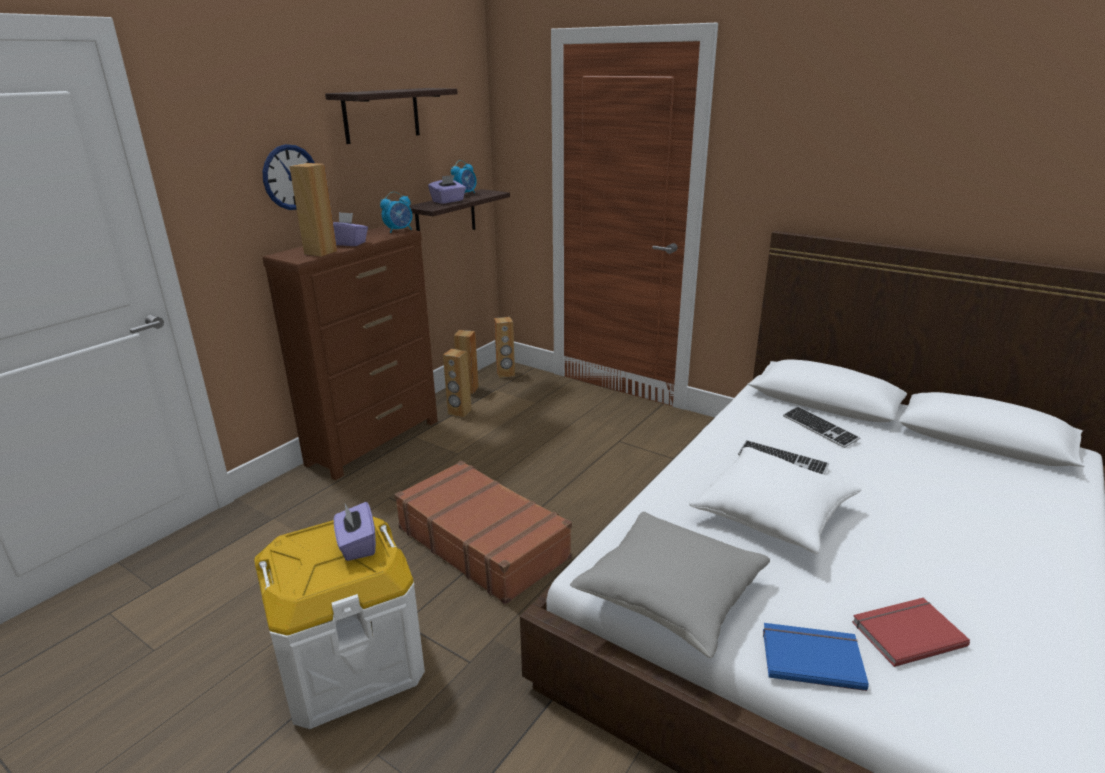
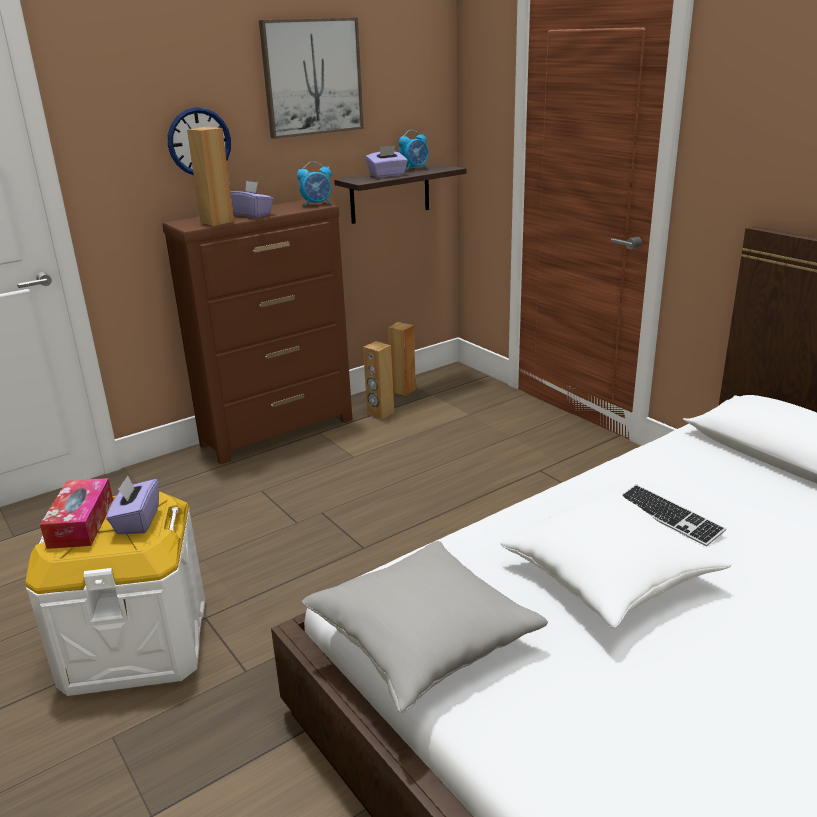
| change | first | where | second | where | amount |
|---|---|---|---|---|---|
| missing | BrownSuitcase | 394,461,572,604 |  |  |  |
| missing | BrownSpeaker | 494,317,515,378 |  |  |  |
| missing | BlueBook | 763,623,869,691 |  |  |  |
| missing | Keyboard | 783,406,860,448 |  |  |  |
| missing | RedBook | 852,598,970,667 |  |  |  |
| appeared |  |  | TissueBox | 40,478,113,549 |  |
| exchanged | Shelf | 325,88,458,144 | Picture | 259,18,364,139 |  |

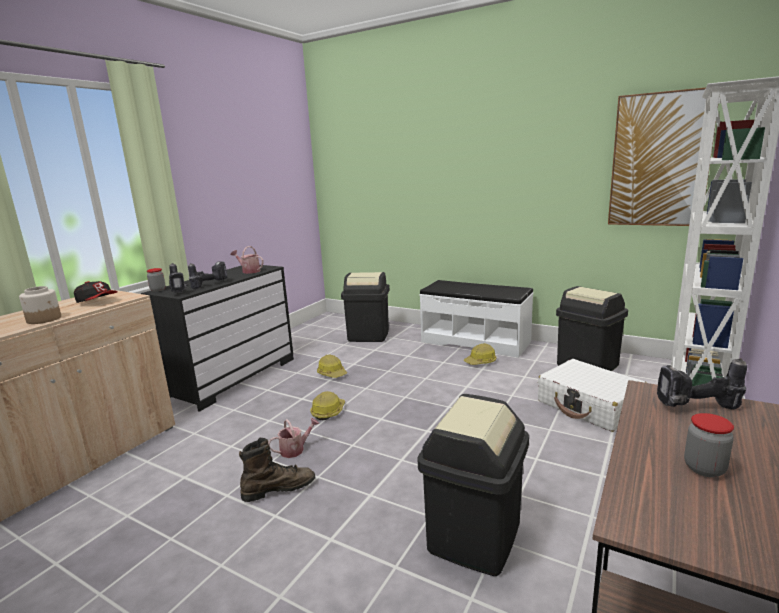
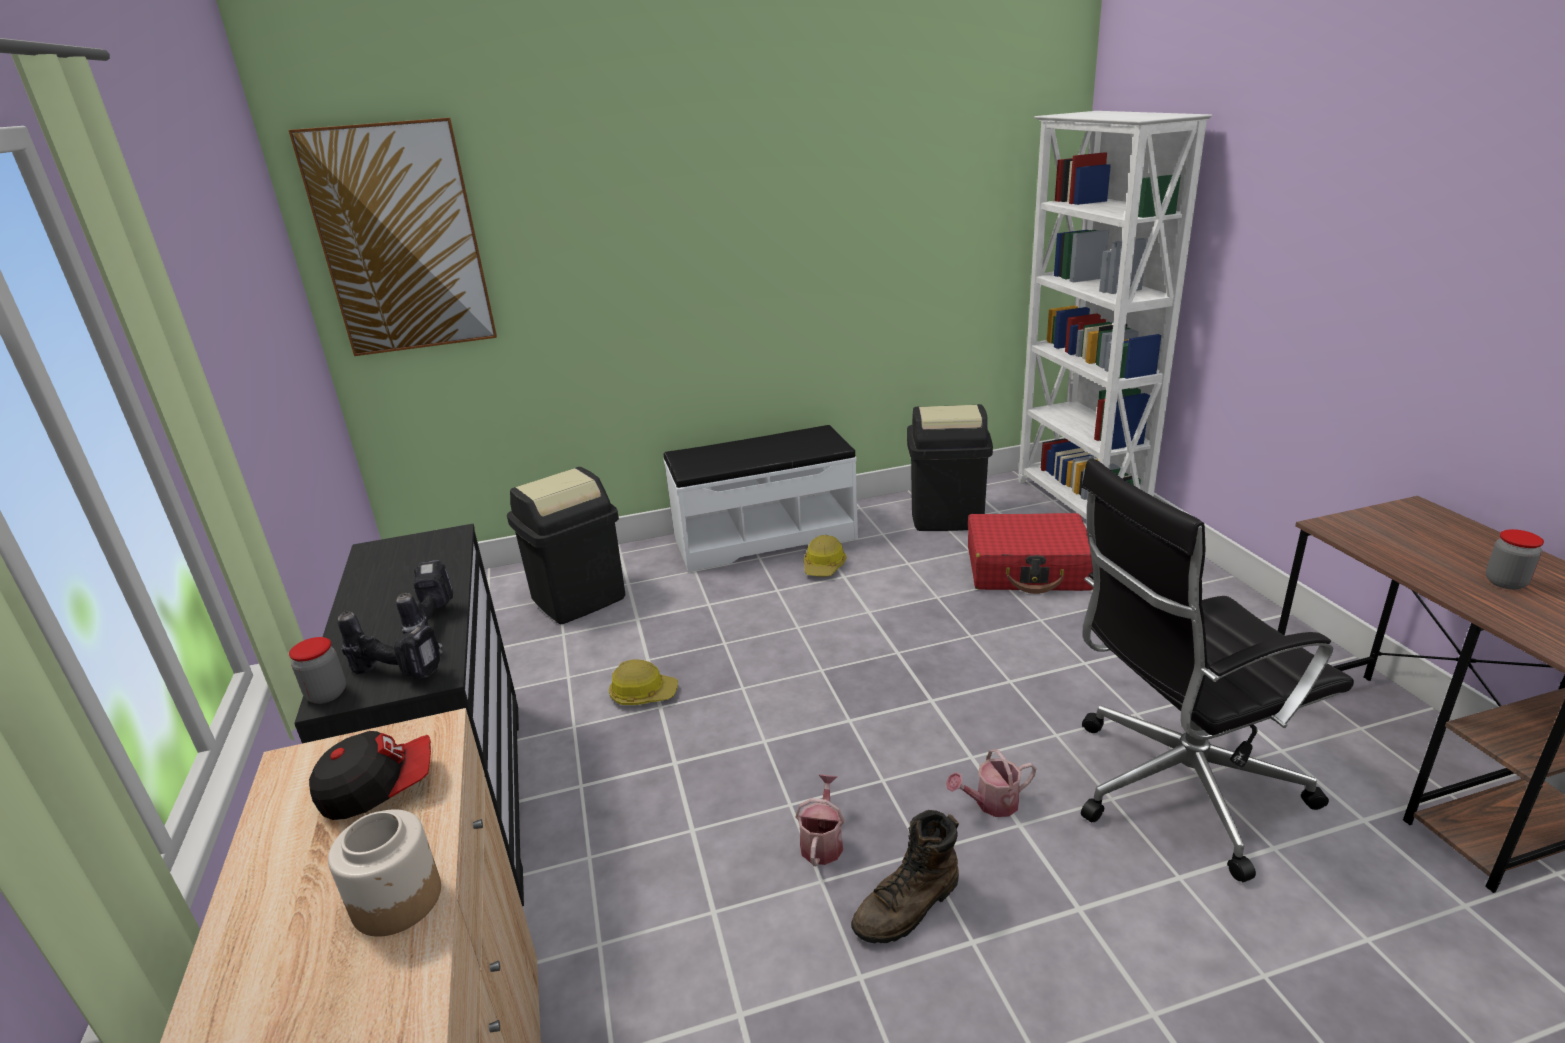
| change | first | where | second | where | amount |
|---|---|---|---|---|---|
| missing | HardHat | 310,391,345,420 |  |  |  |
| missing | PowerDrill | 657,358,747,410 |  |  |  |
| relocated | WateringCan | 231,246,264,274 |  | 946,749,1036,817 |  |
| relocated | Picture | 608,87,716,226 |  | 288,118,497,356 |  |
| exchanged | BlackTrashCan | 417,394,529,576 | BlackOfficeChair | 1081,458,1354,882 |  |
| colour | WhiteSuitcase | 538,359,647,432 | RedSuitcase | 968,513,1093,594 |  |
| spun | BrownBoot | 239,438,315,502 |  | 851,810,959,944 | 150 degrees counterclockwise |

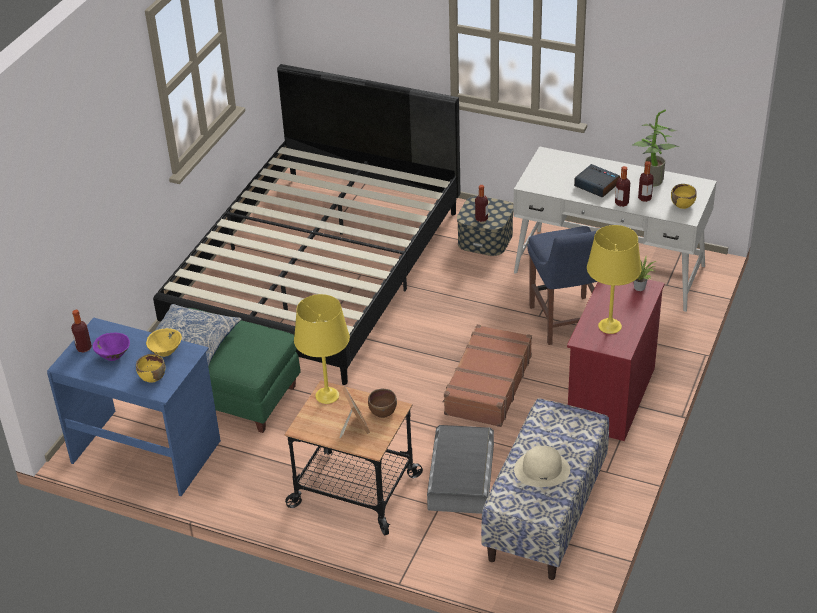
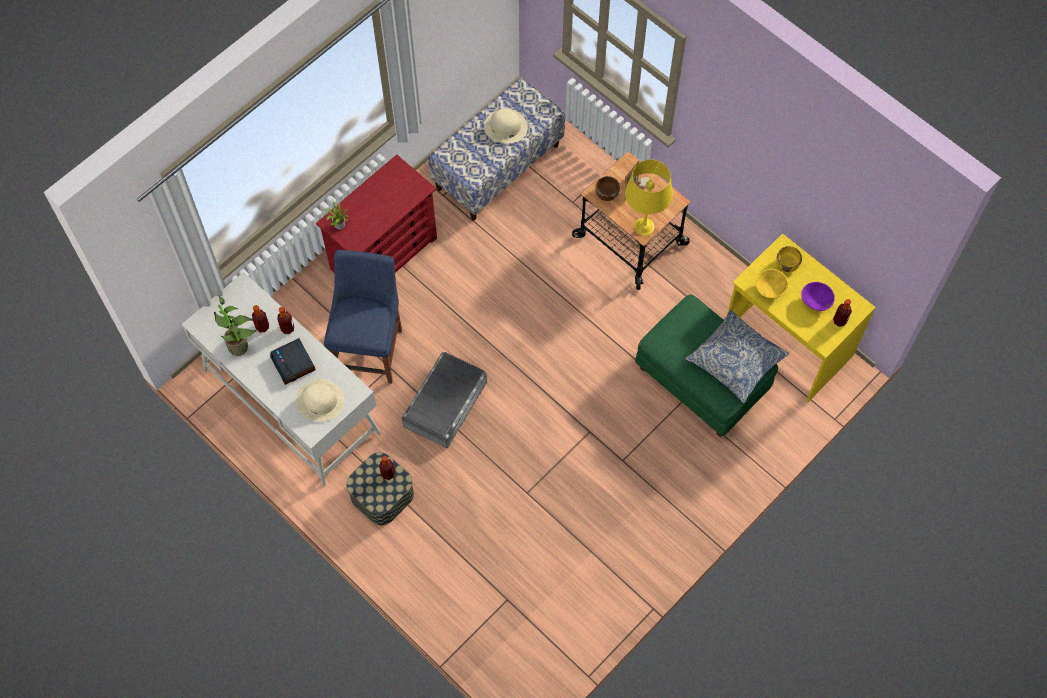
| change | first | where | second | where | amount |
|---|---|---|---|---|---|
| missing | BlackBed | 153,64,460,385 |  |  |  |
| missing | BrownSuitcase | 442,324,532,427 |  |  |  |
| missing | YellowTableLamp | 587,225,641,334 |  |  |  |
| missing | YellowBowl | 671,184,697,209 |  |  |  |
| appeared |  |  | BeigeHat | 295,379,345,421 |  |
| relocated | GreyStorageBox | 427,425,494,514 |  | 402,352,487,448 |  |
| colour | BlueDesk | 47,318,221,496 | YellowDesk | 727,234,876,403 |  |

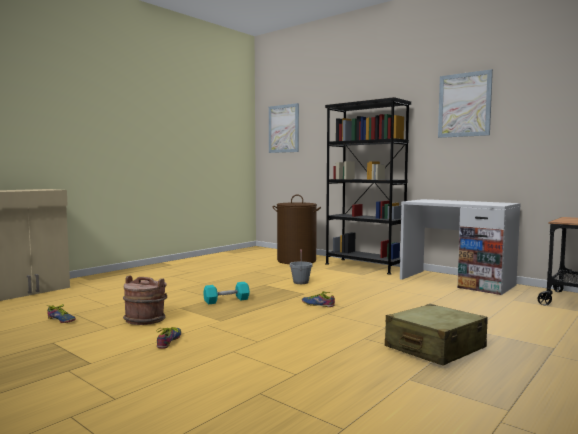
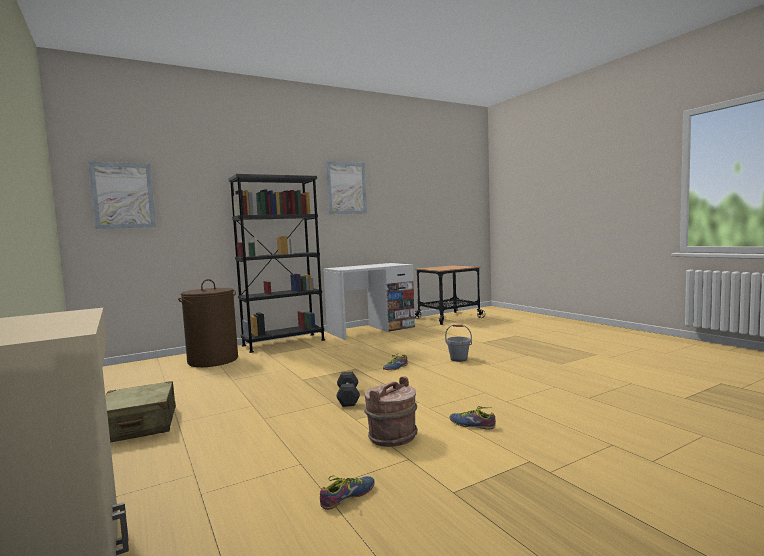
| change | first | where | second | where | amount |
|---|---|---|---|---|---|
| relocated | GreyBucket | 290,249,312,284 |  | 445,325,472,362 |  |
| relocated | BeigeSuitcase | 385,304,488,366 |  | 105,381,176,442 |  |
| colour | TurquoiseDumbbell | 203,282,250,305 | GreyDumbbell | 336,372,360,407 |  |

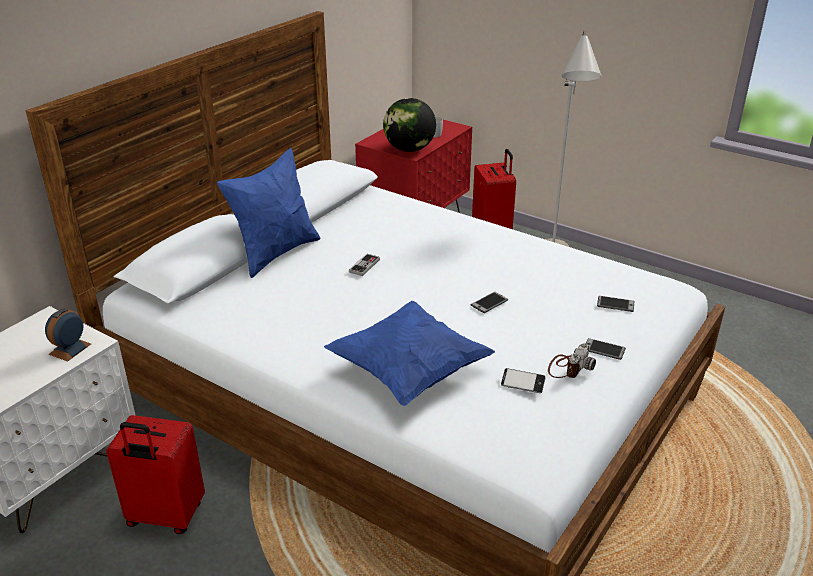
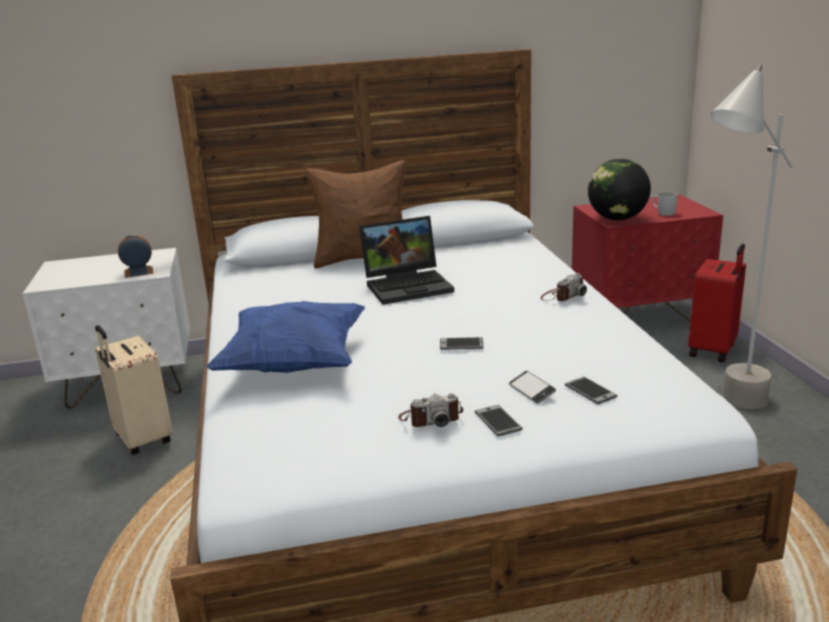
| change | first | where | second | where | amount |
|---|---|---|---|---|---|
| appeared |  |  | PhotoCamera | 540,273,587,301 |  |
| relocated | Phone | 501,368,546,393 |  | 509,371,556,404 |  |
| exchanged | GameController | 349,254,380,276 | Laptop | 359,216,454,305 |  |
| colour | RedSuitcase | 106,415,205,534 | BeigeSuitcase | 95,325,173,455 |  |
| colour | BluePillow | 217,148,320,278 | BrownPillow | 305,160,406,269 |  |

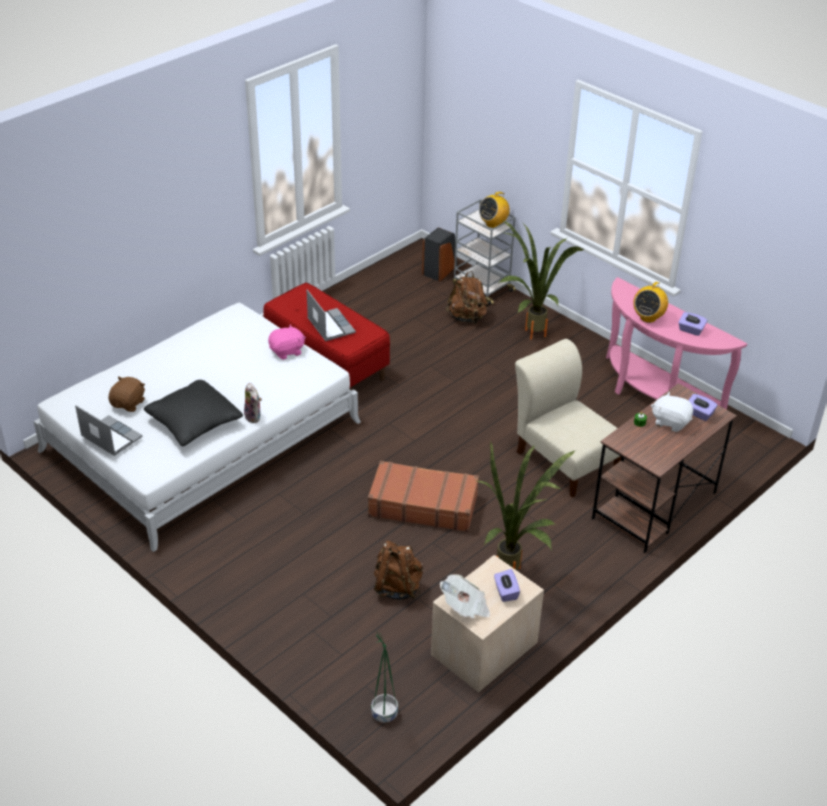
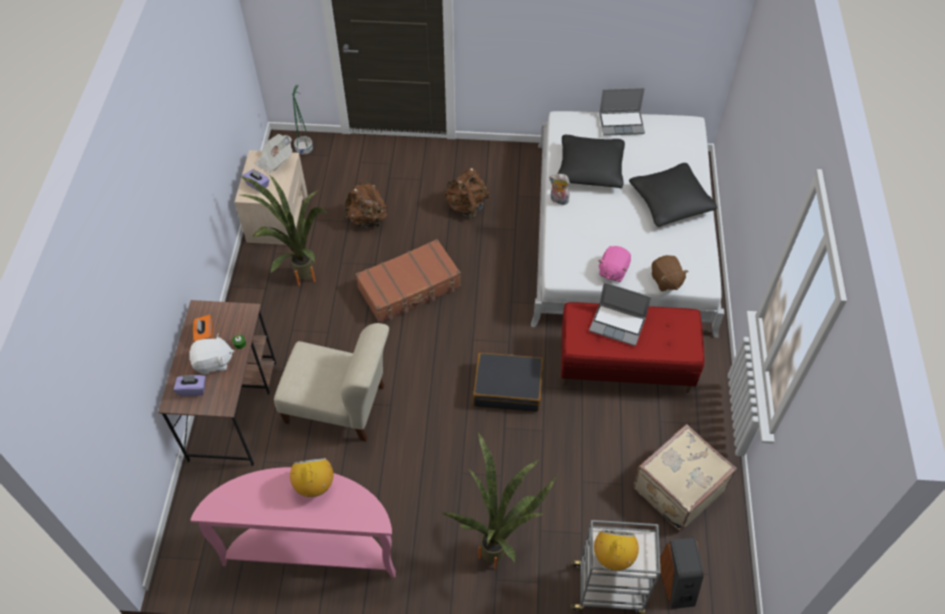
| change | first | where | second | where | amount |
|---|---|---|---|---|---|
| missing | PurpleTissueBox | 678,312,707,336 |  |  |  |
| appeared |  |  | OrangeTissueBox | 193,315,213,342 |  |
| appeared |  |  | BlackSuitcase | 473,353,543,412 |  |
| appeared |  |  | BlackPillow | 629,163,717,227 |  |
| appeared |  |  | BeigeSuitcase | 633,424,737,531 |  |
| relocated | BrownPlushToy | 108,376,145,412 |  | 652,255,688,291 |  |
| relocated | BrownBackpack | 446,271,489,324 |  | 444,168,490,219 |  |

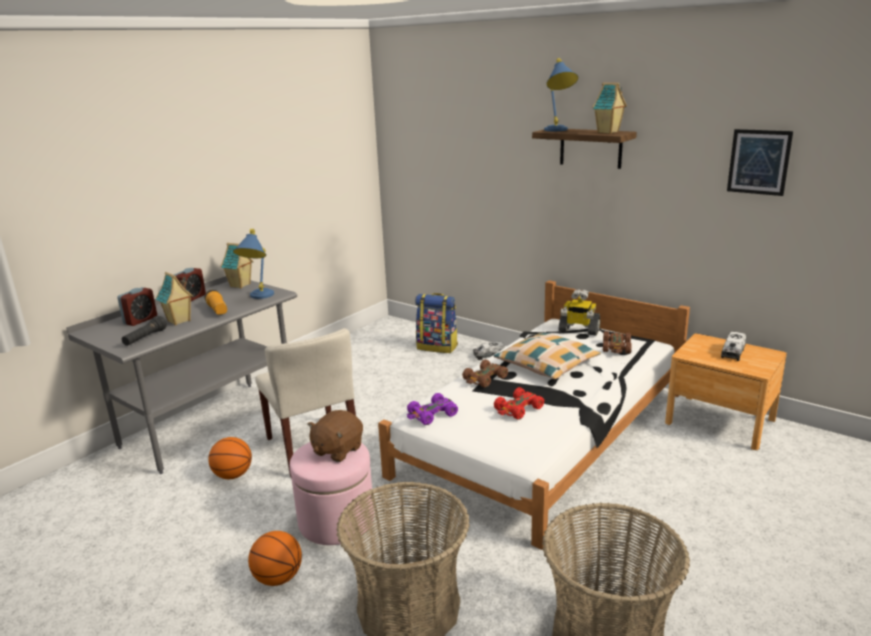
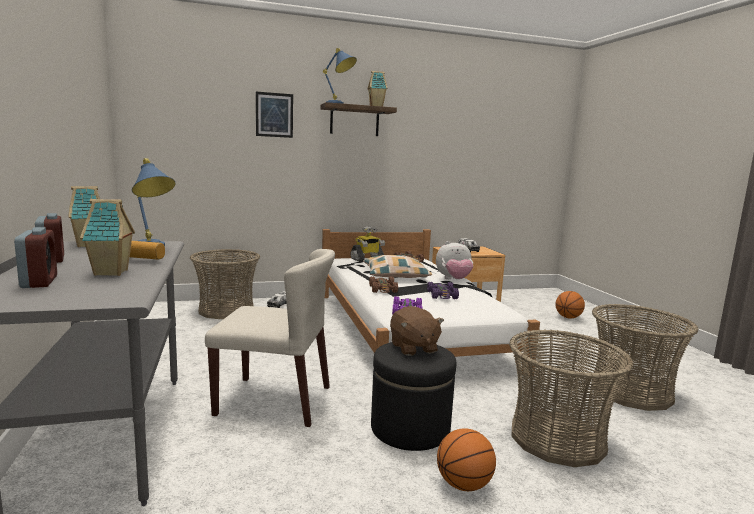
| change | first | where | second | where | amount |
|---|---|---|---|---|---|
| missing | BlackFlashlight | 122,316,167,346 |  |  |  |
| appeared |  |  | PlushToy | 436,241,473,279 |  |
| relocated | Basketball | 208,437,252,479 |  | 555,291,585,318 |  |
| relocated | Picture | 727,129,793,196 |  | 256,92,293,138 |  |
| exchanged | Backpack | 415,293,458,353 | Basket | 190,249,260,319 |  |
| colour | PinkOttoman | 290,442,374,545 | BlackOttoman | 371,342,456,451 |  |
| colour | RedToyCar | 494,387,544,420 | PurpleToyCar | 427,282,459,299 |  |

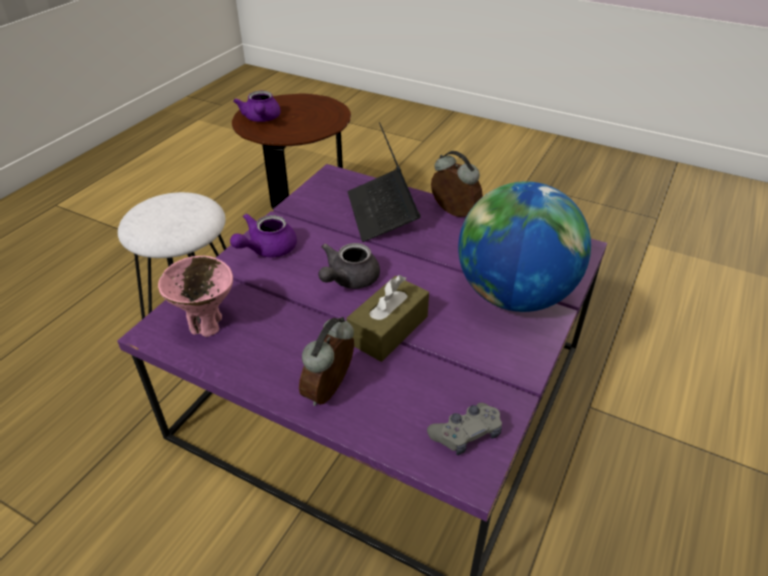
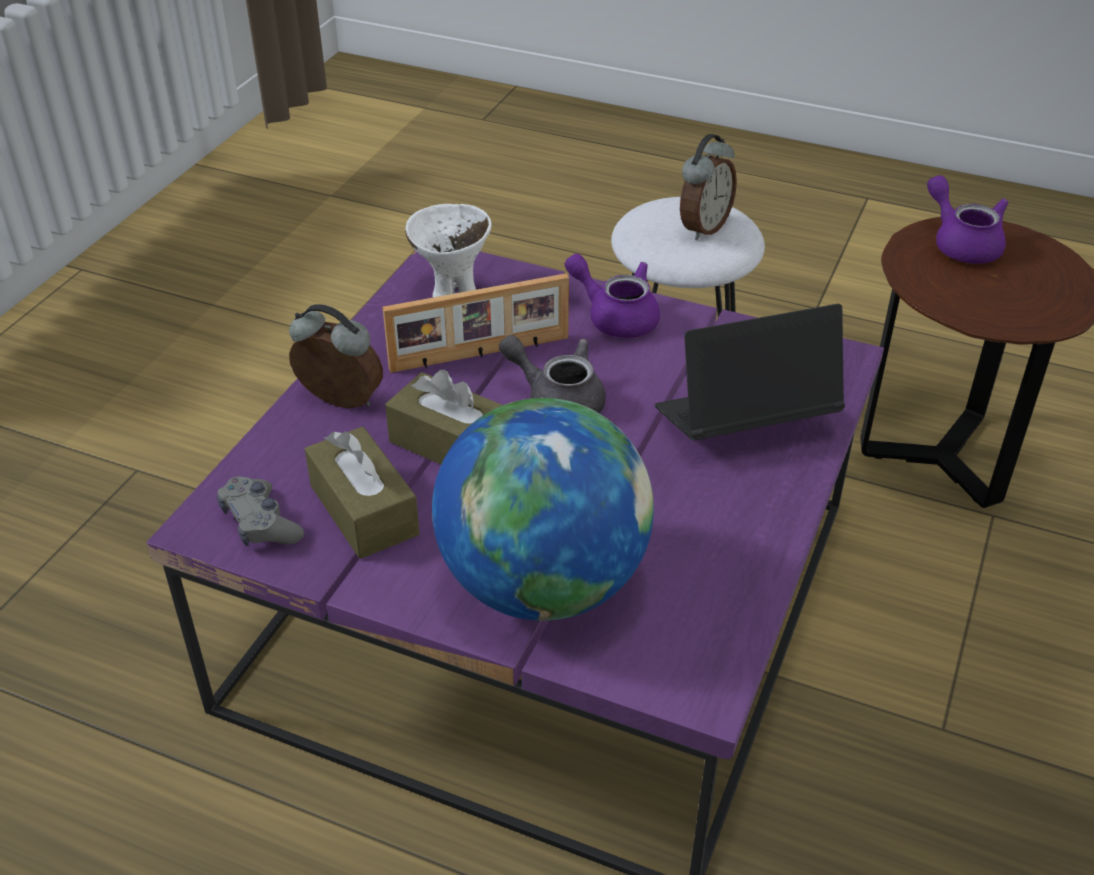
| change | first | where | second | where | amount |
|---|---|---|---|---|---|
| appeared |  |  | BrownTissueBox | 305,426,420,559 |  |
| appeared |  |  | PictureFrame | 383,273,569,373 |  |
| relocated | AlarmClock | 431,151,483,217 |  | 680,134,737,240 |  |
| colour | PinkBowl | 158,256,233,337 | WhiteBowl | 405,204,492,297 |  |
| spun | PurpleTeapot | 233,91,281,122 |  | 927,175,1009,264 | 75 degrees clockwise |

